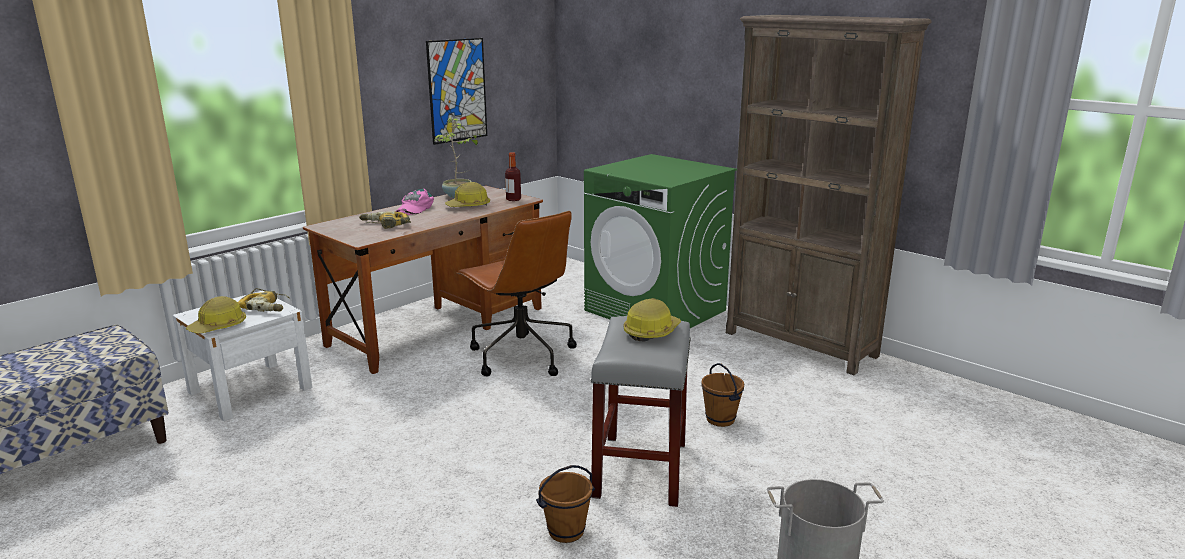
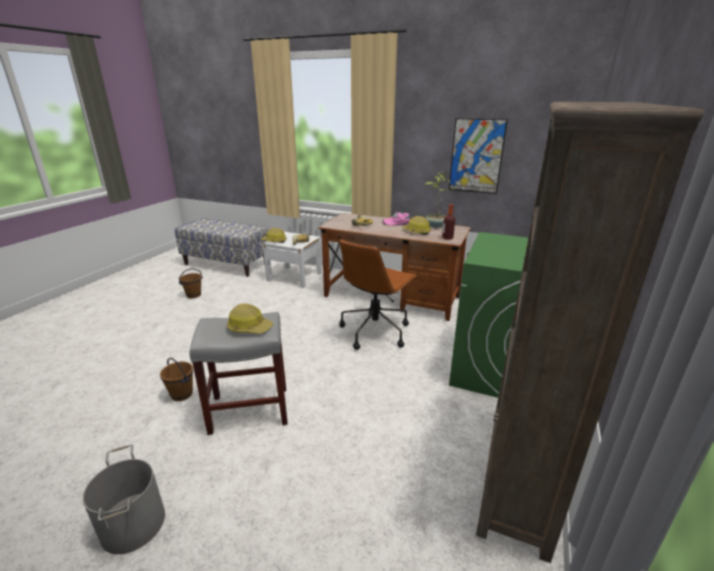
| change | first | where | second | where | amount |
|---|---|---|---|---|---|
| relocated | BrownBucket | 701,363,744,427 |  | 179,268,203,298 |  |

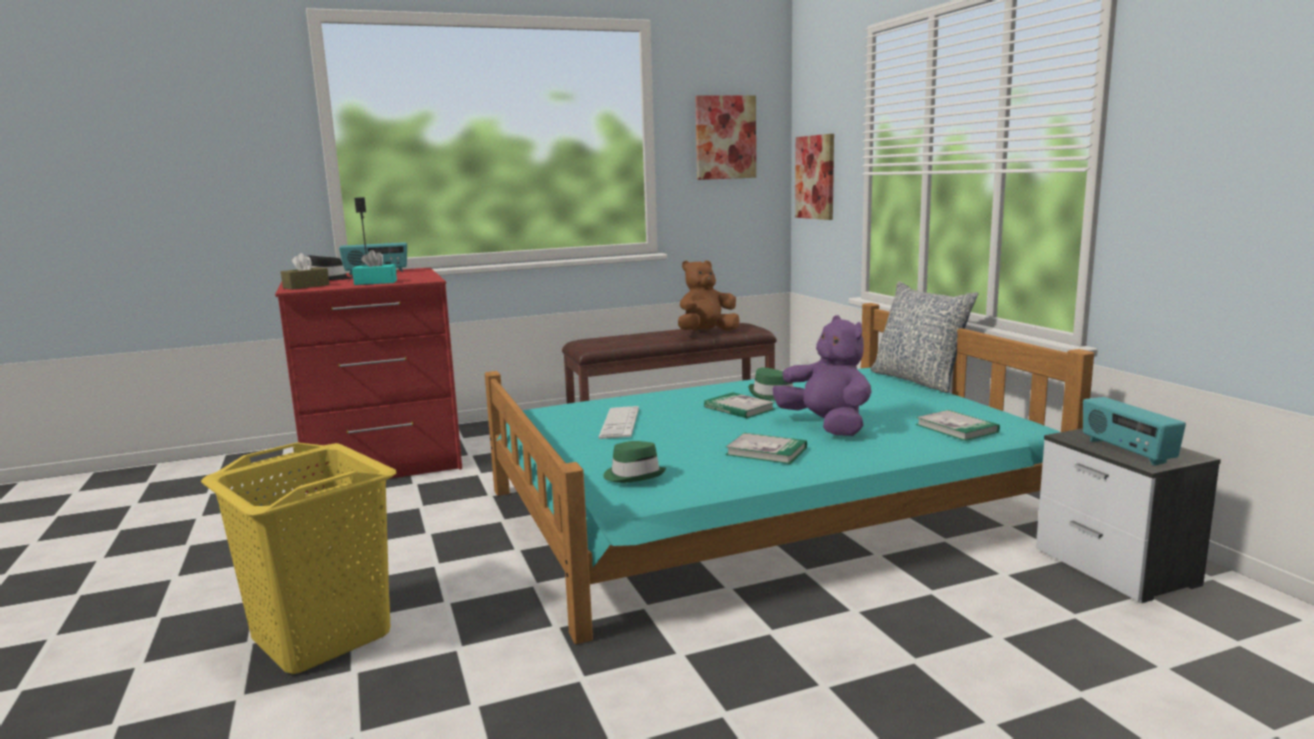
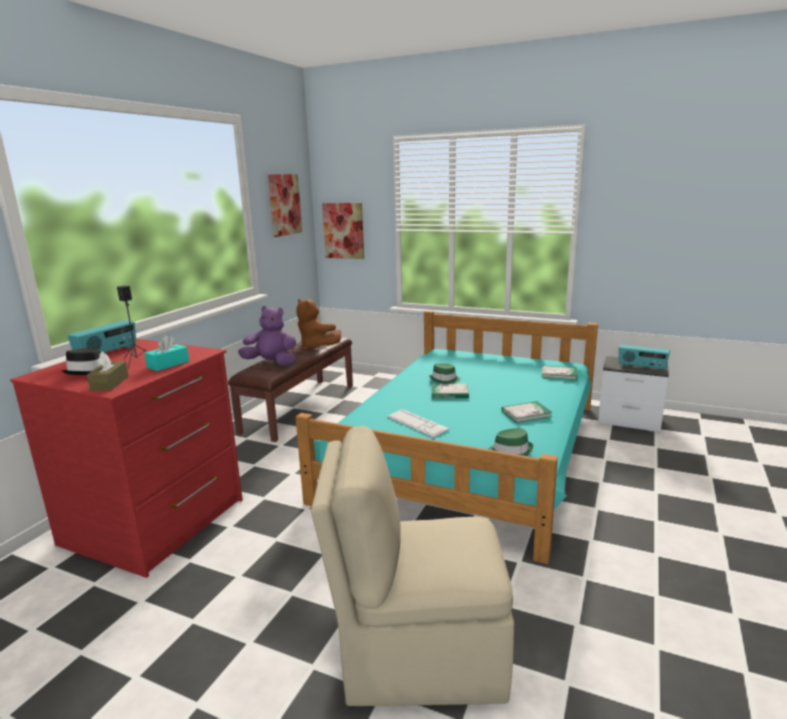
| change | first | where | second | where | amount |
|---|---|---|---|---|---|
| missing | Pillow | 870,281,979,393 |  |  |  |
| relocated | PurplePlushToy | 773,315,872,436 |  | 238,306,296,366 |  |
| exchanged | YellowLaundryBasket | 201,442,396,674 | BeigeChair | 311,426,514,706 |  |
| spun | BrownPlushToy | 678,260,739,331 |  | 296,299,341,351 | 60 degrees counterclockwise |

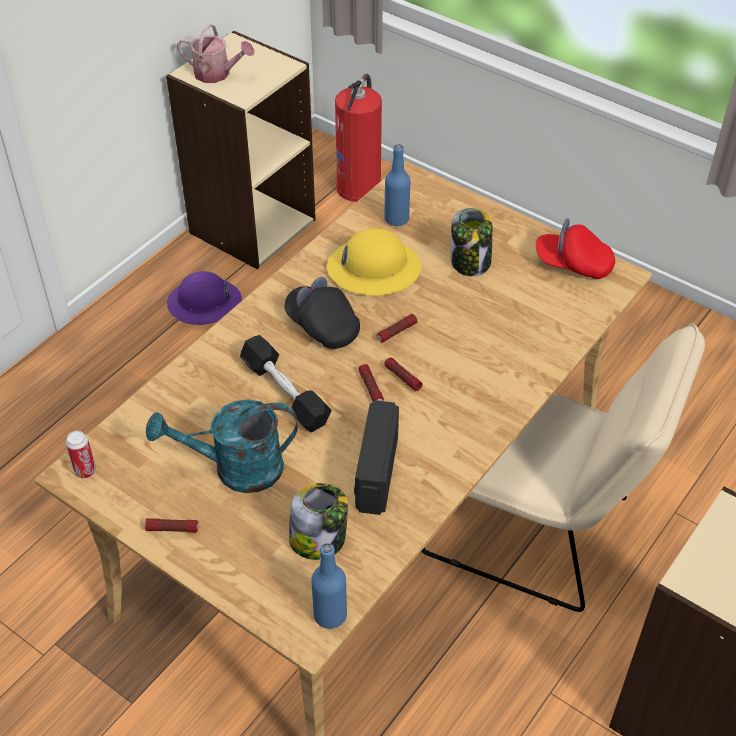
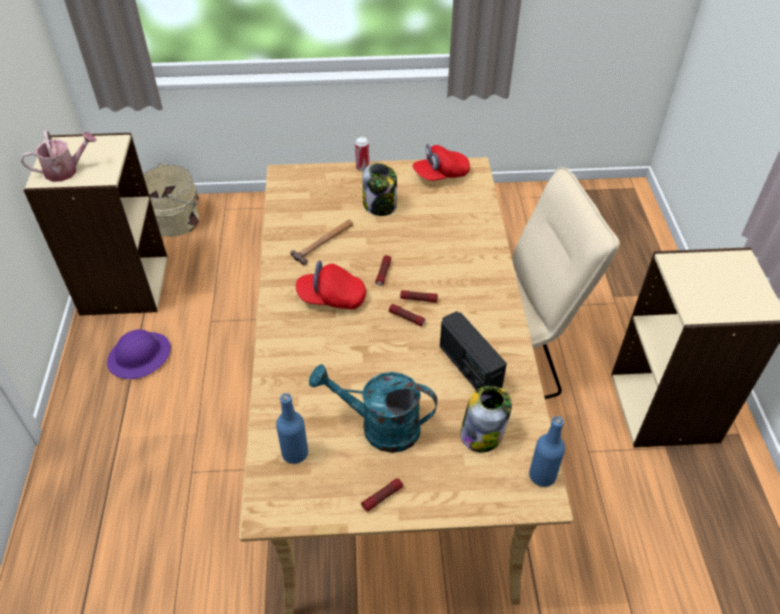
| change | first | where | second | where | amount |
|---|---|---|---|---|---|
| missing | BlackDumbbell | 240,335,331,433 |  |  |  |
| relocated | Can | 66,431,96,478 |  | 355,136,369,171 |  |
| relocated | BlueBottle | 384,144,411,226 |  | 276,393,308,464 |  |
| exchanged | YellowHardHat | 327,228,421,296 | Hammer | 290,220,353,266 |  |
| exchanged | FireExtinguisher | 335,74,382,202 | BeigeBucket | 143,163,199,237 |  |
| colour | BlackCap | 285,277,360,349 | RedCap | 296,260,366,310 |  |
| spun | TurquoiseWateringCan | 146,399,298,493 |  | 309,364,438,453 | 60 degrees clockwise |

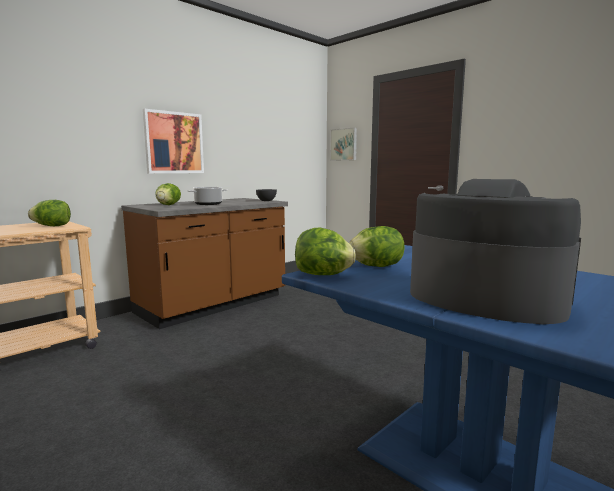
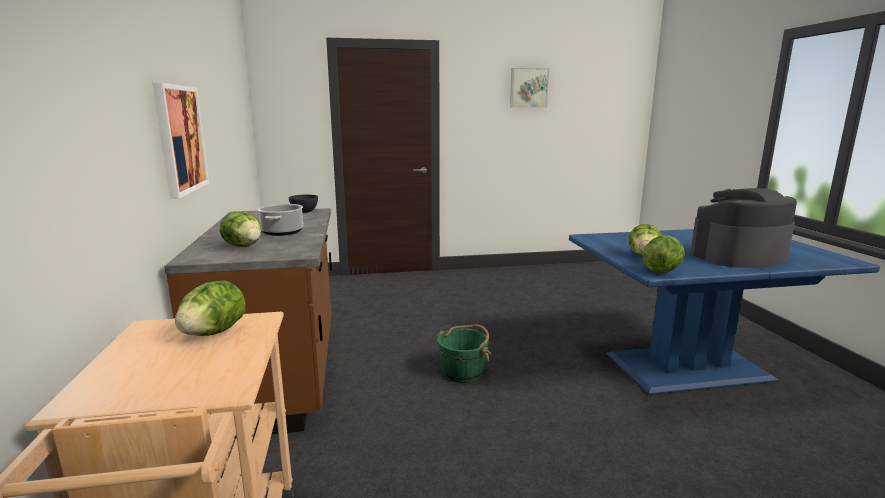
| change | first | where | second | where | amount |
|---|---|---|---|---|---|
| appeared |  |  | GreenBucket | 437,325,491,383 |  |
| relocated | Picture | 330,128,357,161 |  | 510,68,549,108 |  |

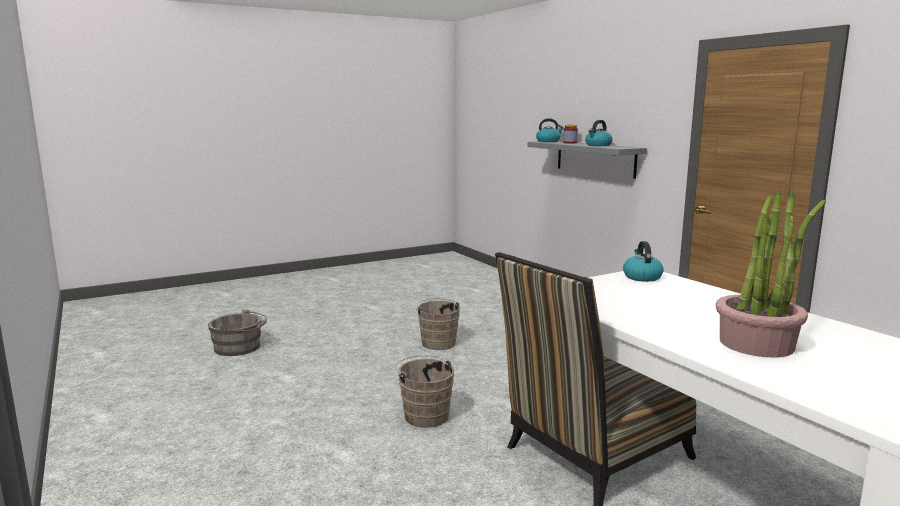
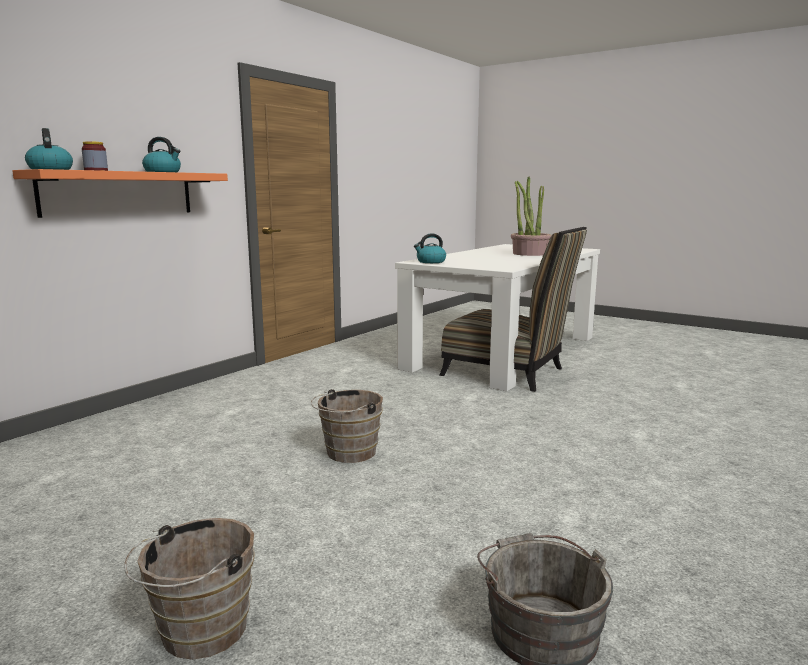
| change | first | where | second | where | amount |
|---|---|---|---|---|---|
| relocated | BrownBucket | 395,355,454,428 |  | 124,518,254,659 |  |
| colour | GreyShelf | 527,141,647,179 | OrangeShelf | 12,169,228,218 |  |

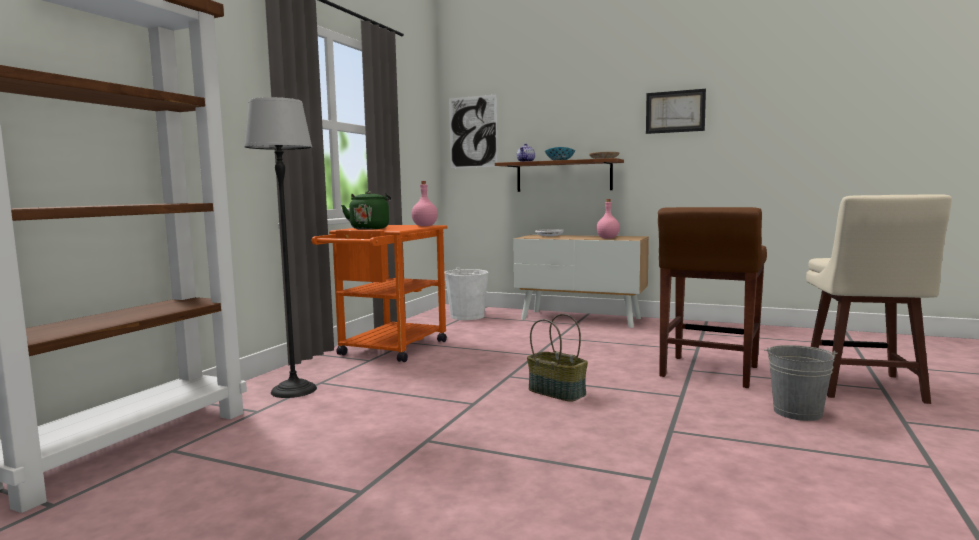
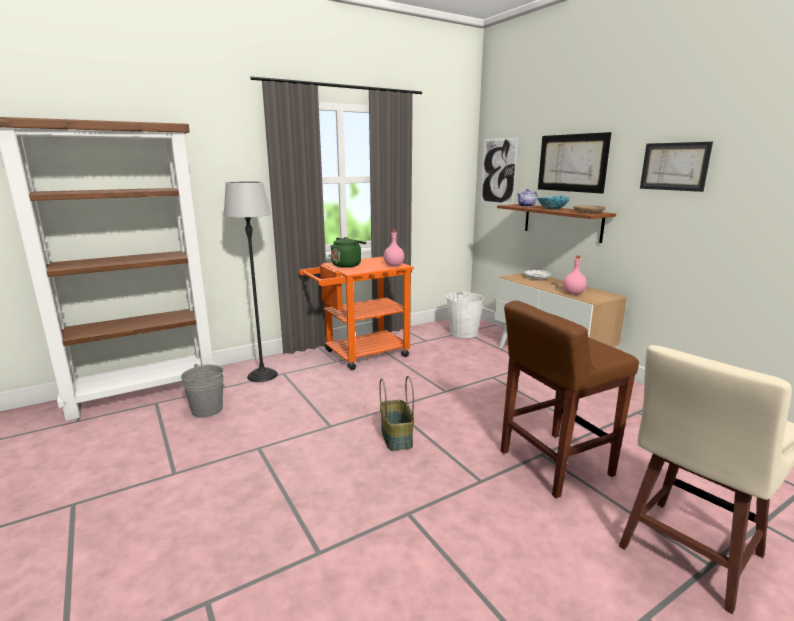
| change | first | where | second | where | amount |
|---|---|---|---|---|---|
| appeared |  |  | Picture | 538,132,611,194 |  |
| relocated | GreyBucket | 764,345,838,421 |  | 181,364,224,418 |  |

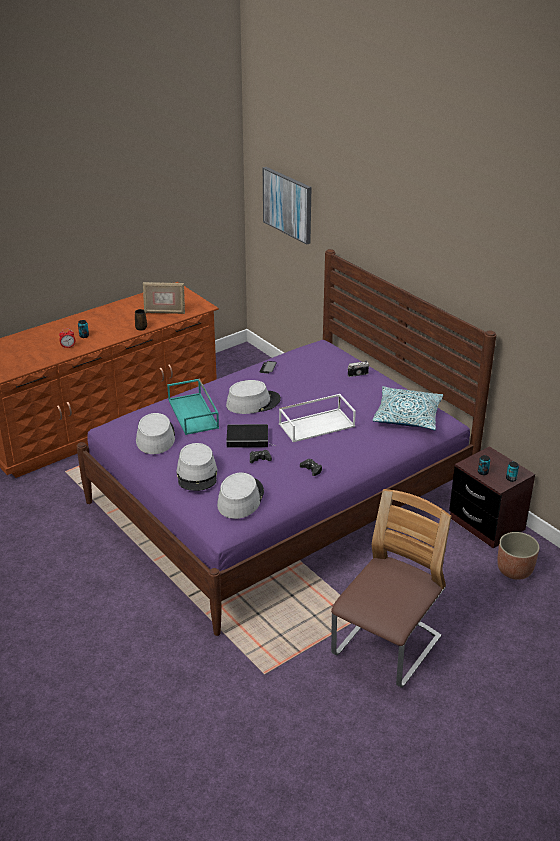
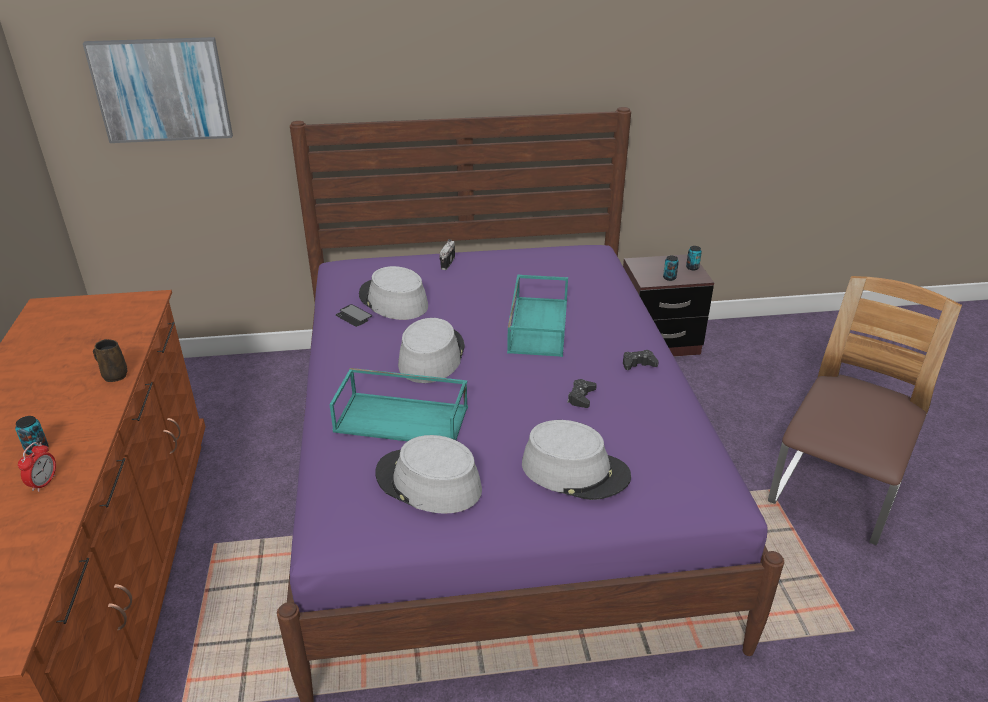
| change | first | where | second | where | amount |
|---|---|---|---|---|---|
| missing | PictureFrame | 143,282,185,314 |  |  |  |
| missing | Book | 226,424,274,448 |  |  |  |
| missing | Pillow | 373,386,443,430 |  |  |  |
| missing | Planter | 497,532,540,580 |  |  |  |
| relocated | GreyHat | 217,473,264,519 |  | 359,266,428,320 |  |
| colour | WhiteTray | 279,394,356,442 | TurquoiseTray | 507,274,568,357 |  |
| spun | Chair | 331,489,451,688 |  | 768,276,962,545 | 60 degrees clockwise |

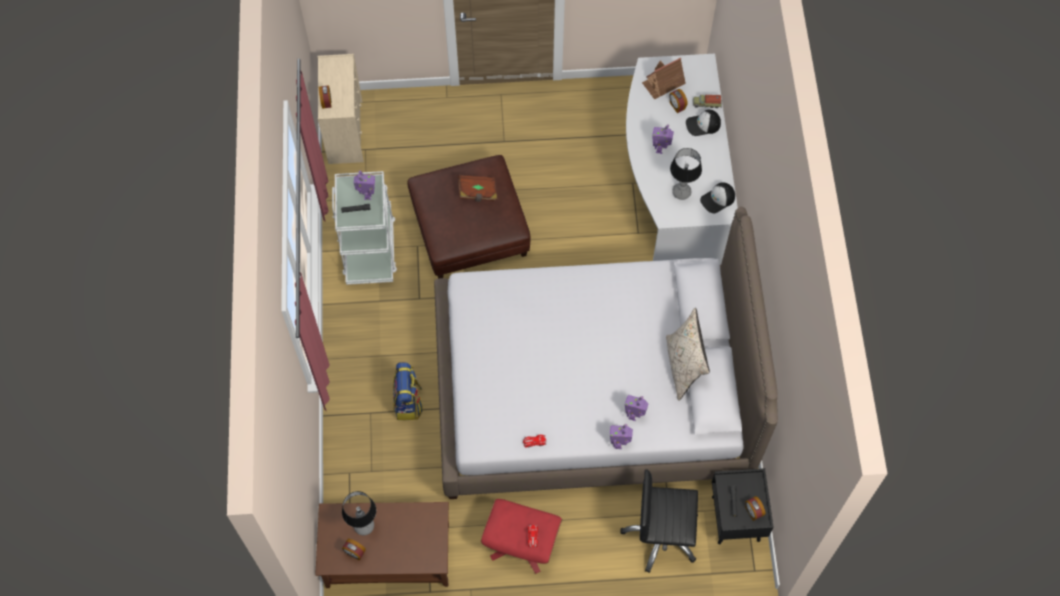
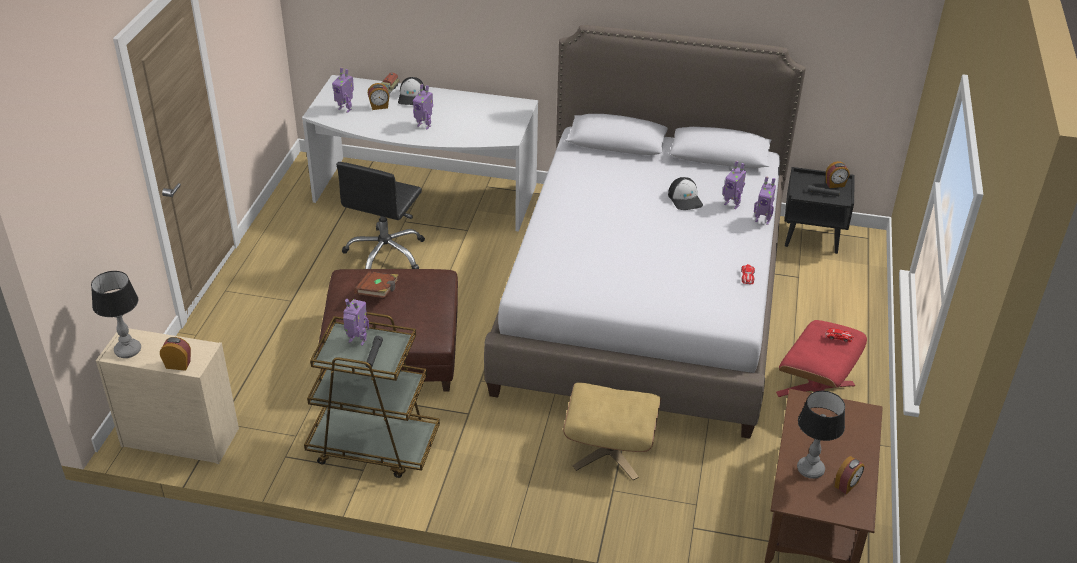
| change | first | where | second | where | amount |
|---|---|---|---|---|---|
| missing | BeigePillow | 666,308,710,401 |  |  |  |
| relocated | BlackOfficeChair | 620,469,698,573 |  | 336,162,425,269 |  |
| relocated | TableLamp | 670,148,702,200 |  | 91,271,141,358 |  |
| relocated | Cap | 700,182,735,213 |  | 668,177,703,210 |  |
| exchanged | Backpack | 393,362,423,421 | BeigeOttoman | 563,383,661,480 |  |
| exchanged | ToyHouse | 642,57,686,99 | ToyRobot | 332,67,354,113 |  |
| colour | WhiteCart | 332,171,397,285 | BrownCart | 304,312,440,478 |  |

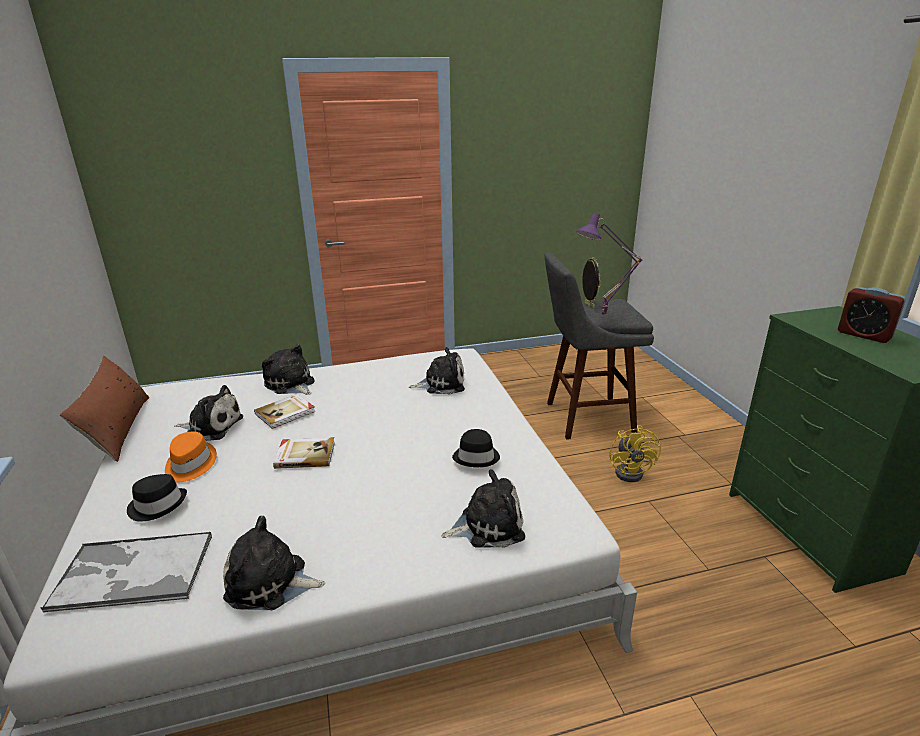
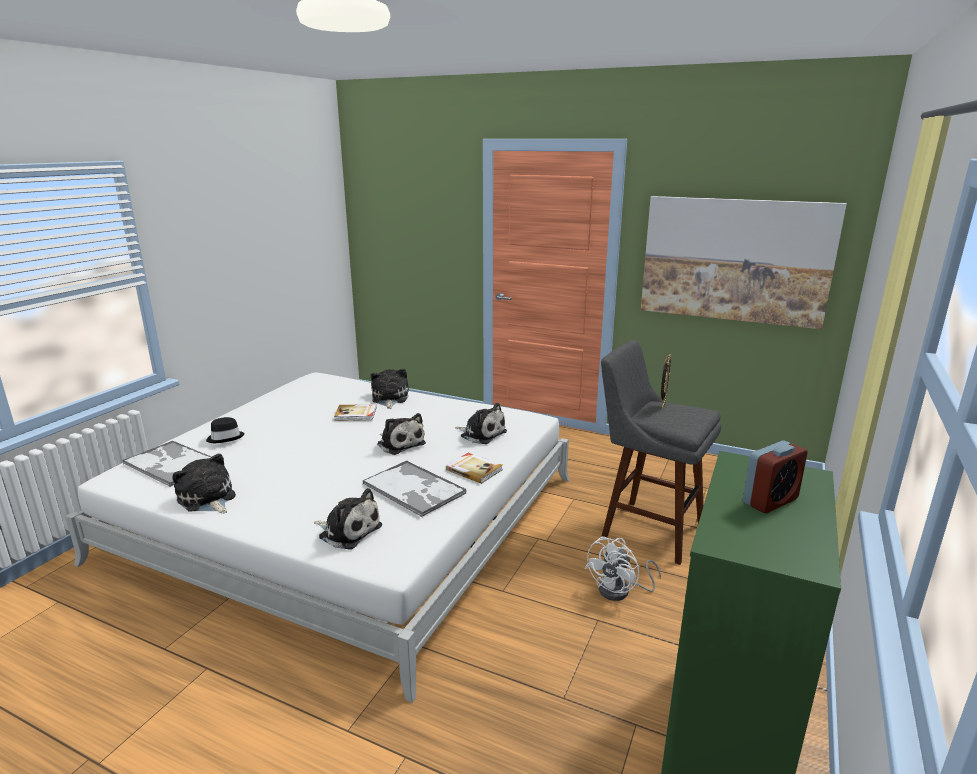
| change | first | where | second | where | amount |
|---|---|---|---|---|---|
| missing | BrownPillow | 60,356,149,462 |  |  |  |
| missing | OrangeHat | 165,432,217,482 |  |  |  |
| missing | PurpleTableLamp | 576,213,643,317 |  |  |  |
| appeared |  |  | Picture | 641,196,847,329 |  |
| relocated | PlushToy | 175,385,243,441 |  | 377,413,426,455 |  |
| relocated | Book | 273,437,335,469 |  | 446,453,503,484 |  |
| exchanged | BlackHat | 452,429,500,467 | Tray | 363,460,467,517 |  |
| colour | YellowFan | 609,425,661,482 | WhiteFan | 585,537,661,601 |  |
| spun | AlarmClock | 838,287,906,343 |  | 742,441,808,513 | 120 degrees counterclockwise |

